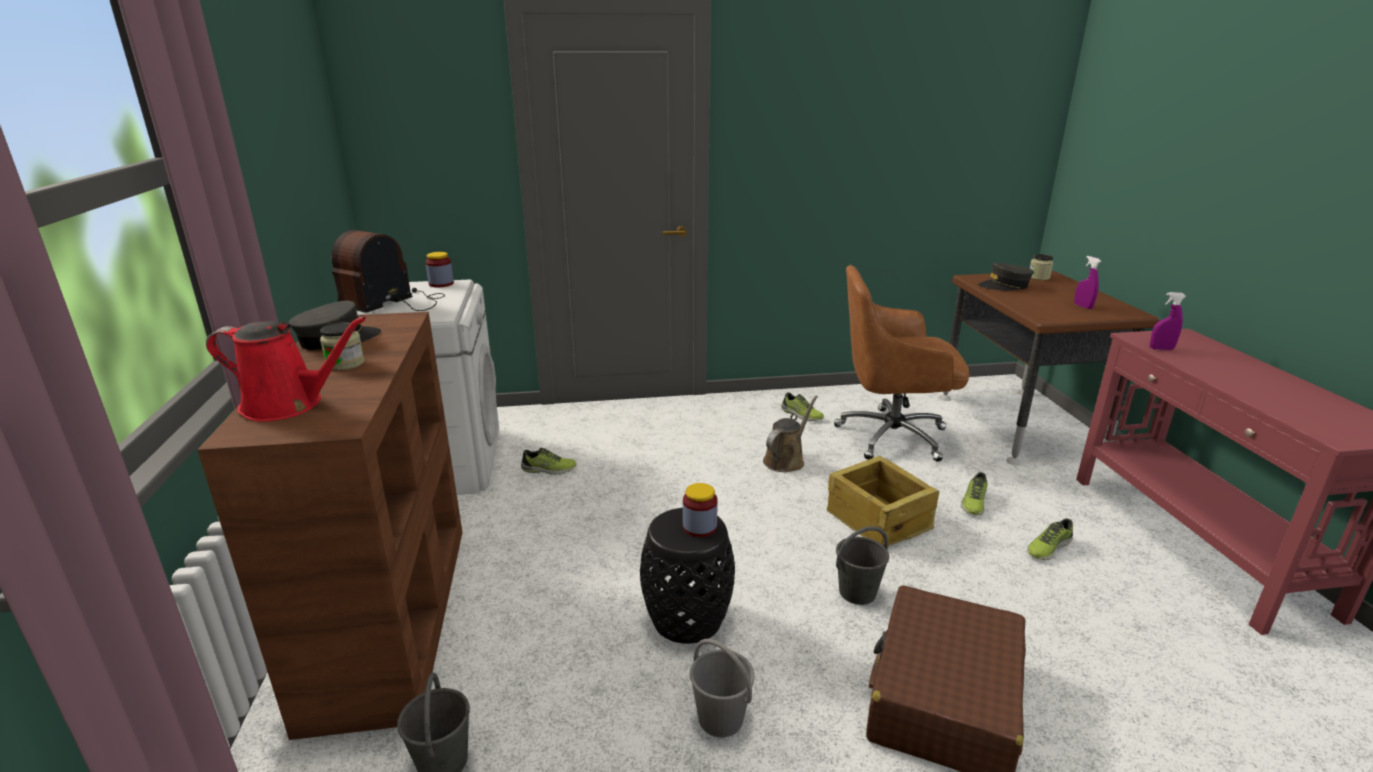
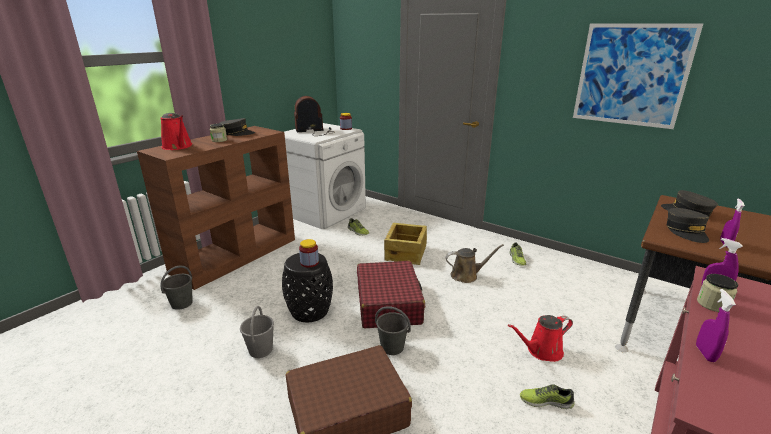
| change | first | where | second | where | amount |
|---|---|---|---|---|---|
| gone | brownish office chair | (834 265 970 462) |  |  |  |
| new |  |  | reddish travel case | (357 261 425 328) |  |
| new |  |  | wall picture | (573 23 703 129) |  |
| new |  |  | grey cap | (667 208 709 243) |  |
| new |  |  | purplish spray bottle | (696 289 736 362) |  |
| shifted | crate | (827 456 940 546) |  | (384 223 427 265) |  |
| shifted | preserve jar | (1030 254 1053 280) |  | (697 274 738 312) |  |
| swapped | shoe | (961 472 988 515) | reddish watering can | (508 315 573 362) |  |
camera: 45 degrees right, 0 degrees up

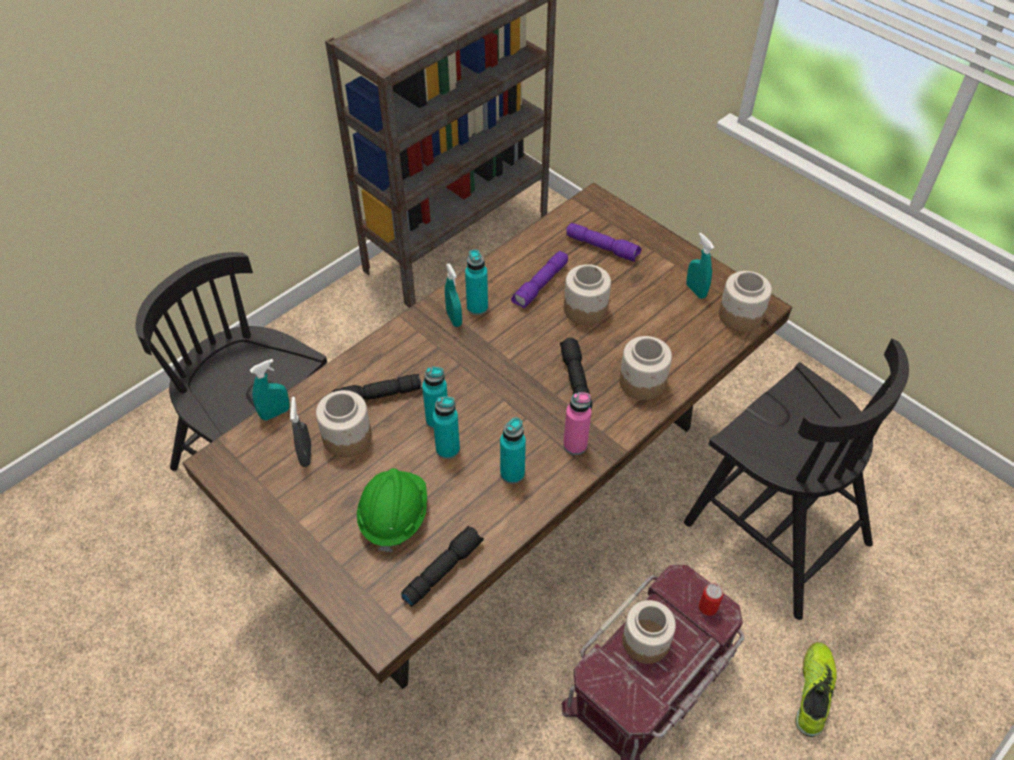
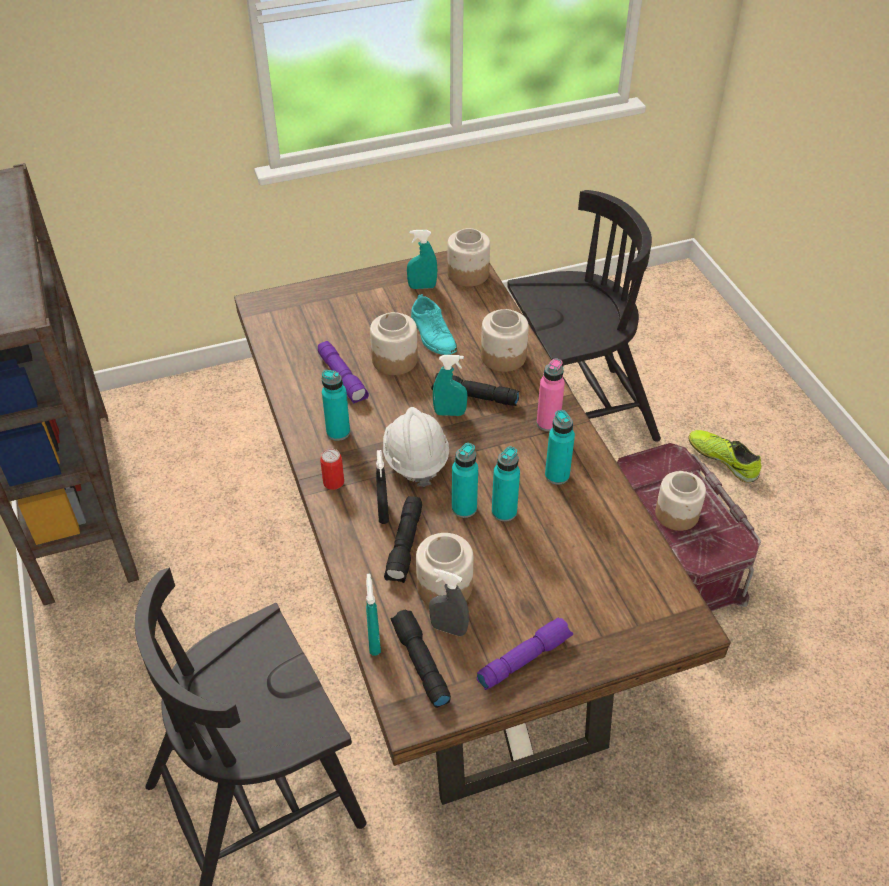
| change | first | where | second | where | amount |
|---|---|---|---|---|---|
| gone | green hard hat | (357 468 427 552) |  |  |  |
| new |  |  | black spray bottle | (376 450 389 524) |  |
| new |  |  | whitish hard hat | (383 407 449 487) |  |
| new |  |  | turquoise-coloured shoe | (411 294 457 355) |  |
| shifted | black torch | (401 526 484 607) |  | (391 610 451 708) |  |
| shifted | turquoise-coloured spray bottle | (445 263 462 327) |  | (433 355 467 416) |  |
| shifted | purplish torch | (566 223 641 262) |  | (477 617 573 690) |  |
| shifted | sealed can | (699 583 723 616) |  | (320 449 344 490) |  |
camera: 65 degrees left, 5 degrees down

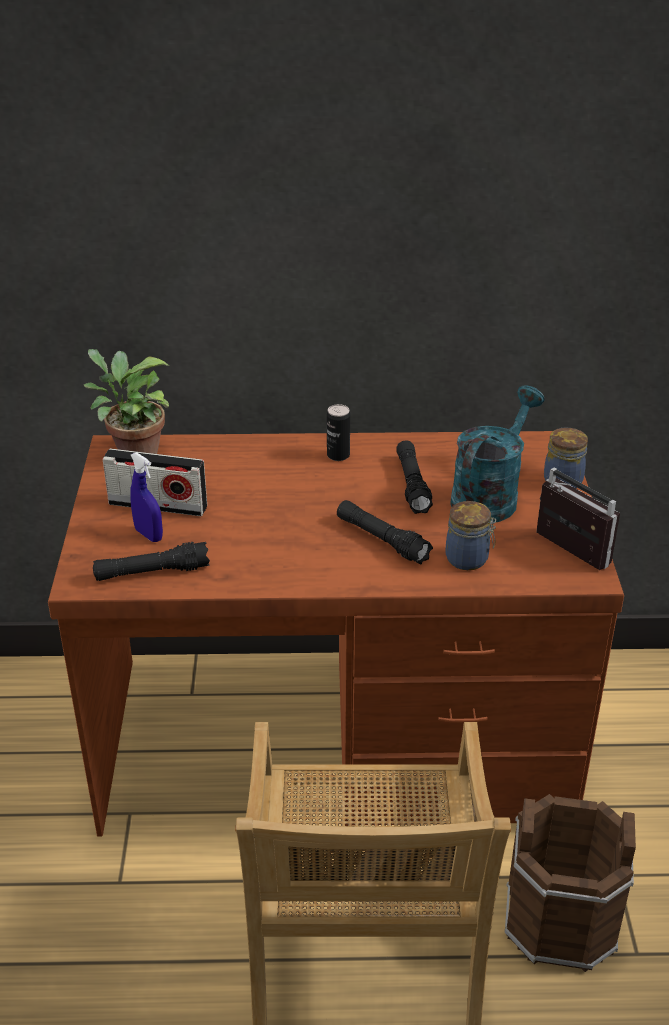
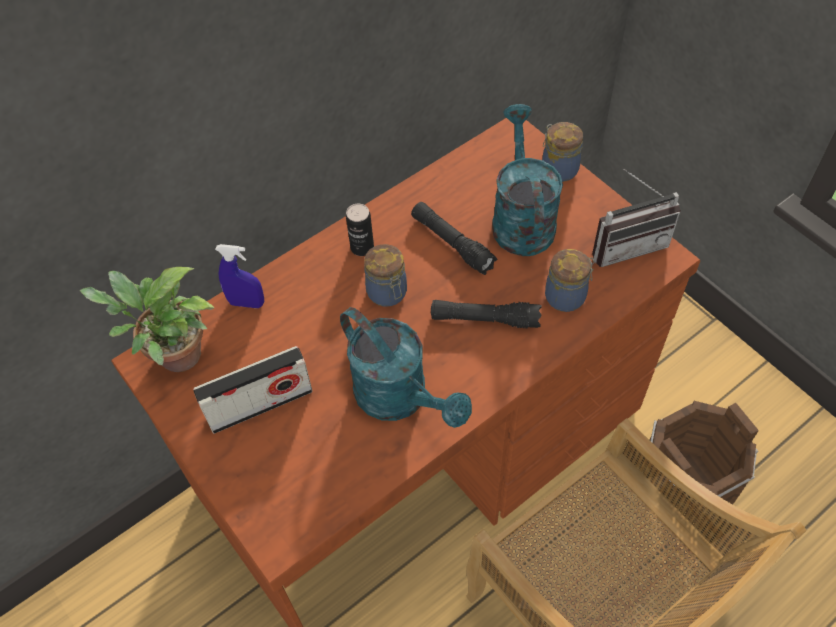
| change | first | where | second | where | amount |
|---|---|---|---|---|---|
| gone | black torch | (93 542 210 581) |  |  |  |
| new |  |  | turquoise-coloured watering can | (340 307 472 428) |  |
| new |  |  | preserve jar | (364 244 407 307) |  |
| shifted | blue-coloured spray bottle | (130 452 163 542) |  | (215 244 264 308) |  |
| rotated | radio set | (536 468 620 570) |  | (592 169 681 267) | 150 degrees clockwise |
camera: 35 degrees left, 20 degrees up

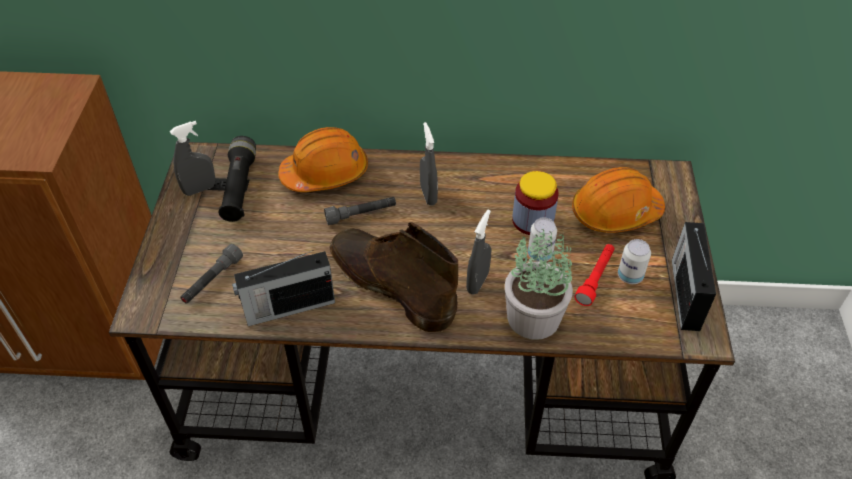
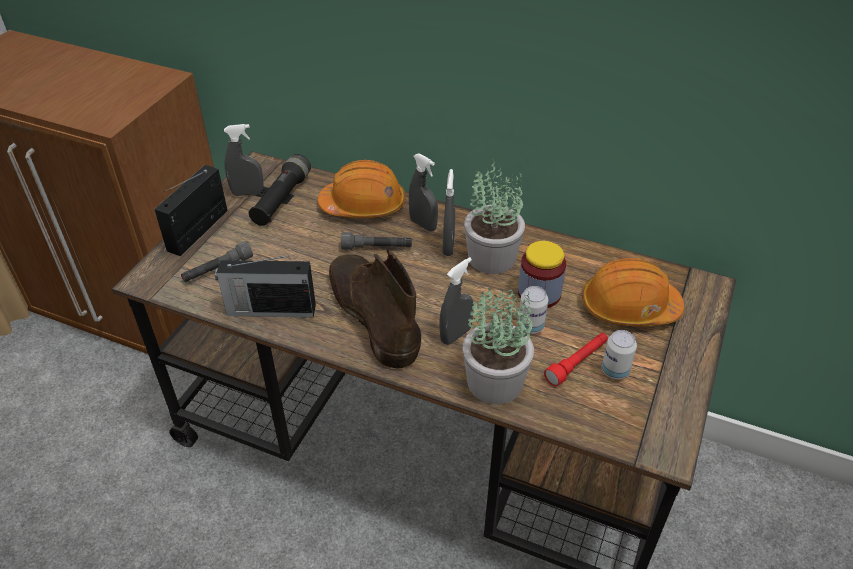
| change | first | where | second | where | amount |
|---|---|---|---|---|---|
| new |  |  | grey spray bottle | (409 153 438 231) |  |
| new |  |  | potted plant | (464 159 525 274) |  |
| shifted | radio set | (672 222 716 331) |  | (154 165 228 256) |  |
camera: 20 degrees right, 5 degrees down

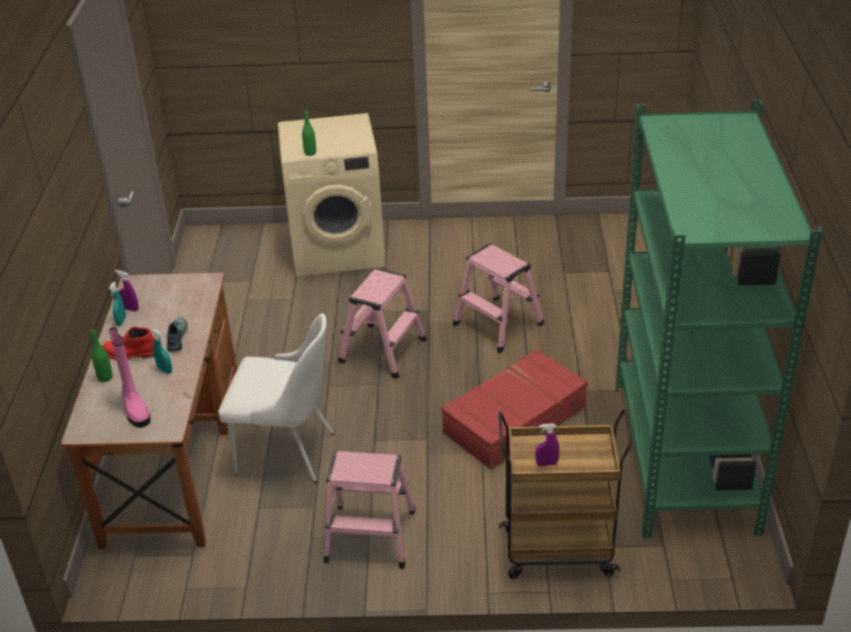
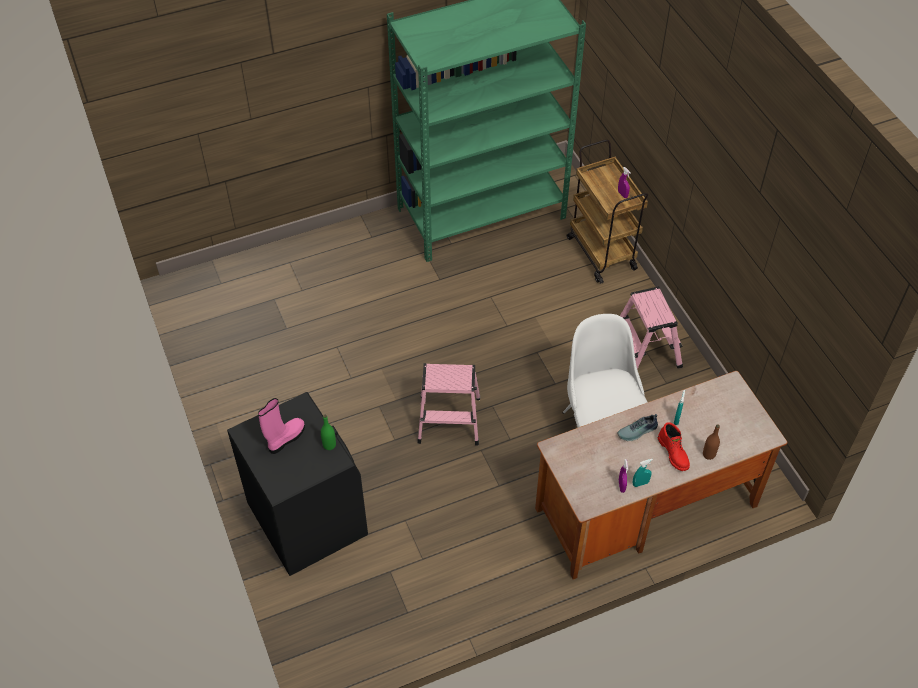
| change | first | where | second | where | amount |
|---|---|---|---|---|---|
| gone | reddish travel case | (442 349 588 470) |  |  |  |
| gone | pinkish stepladder | (453 243 544 353) |  |  |  |
| shifted | pinkish boot | (109 327 150 428) |  | (258 398 305 454) |  |
| repainted | green bottle | (91 329 113 382) | brownish bottle | (703 424 720 460) |  |
| repainted | beige-coloured laundry machine | (278 113 386 276) | black laundry machine | (227 392 368 576) |  |
camera: 115 degrees left, 15 degrees up

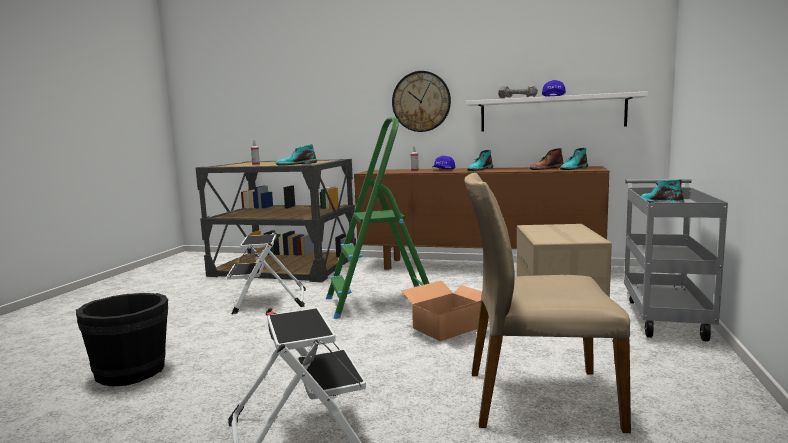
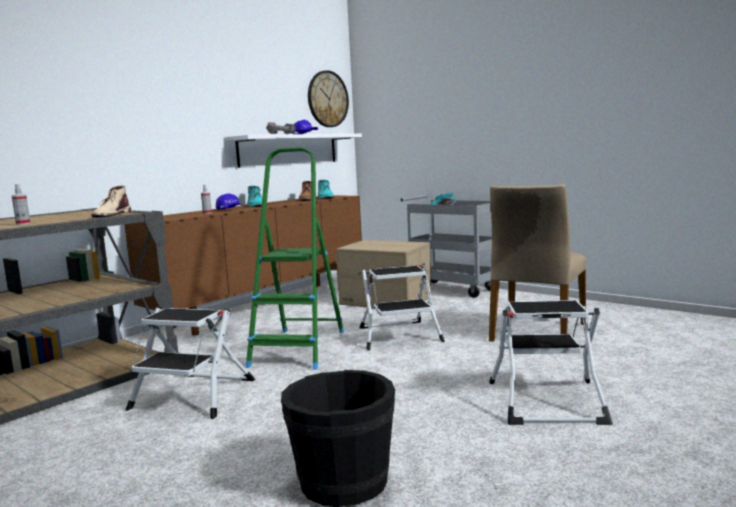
| change | first | where | second | where | amount |
|---|---|---|---|---|---|
| shifted | clock on the wall | (392 71 451 132) |  | (308 70 349 127) |  |
| swapped | packing box | (401 280 482 341) | stepladder | (359 264 445 350) |  |
| repainted | turquoise-coloured boot | (276 144 317 166) | beige-coloured boot | (91 185 131 218) |  |
camera: 65 degrees left, 0 degrees up

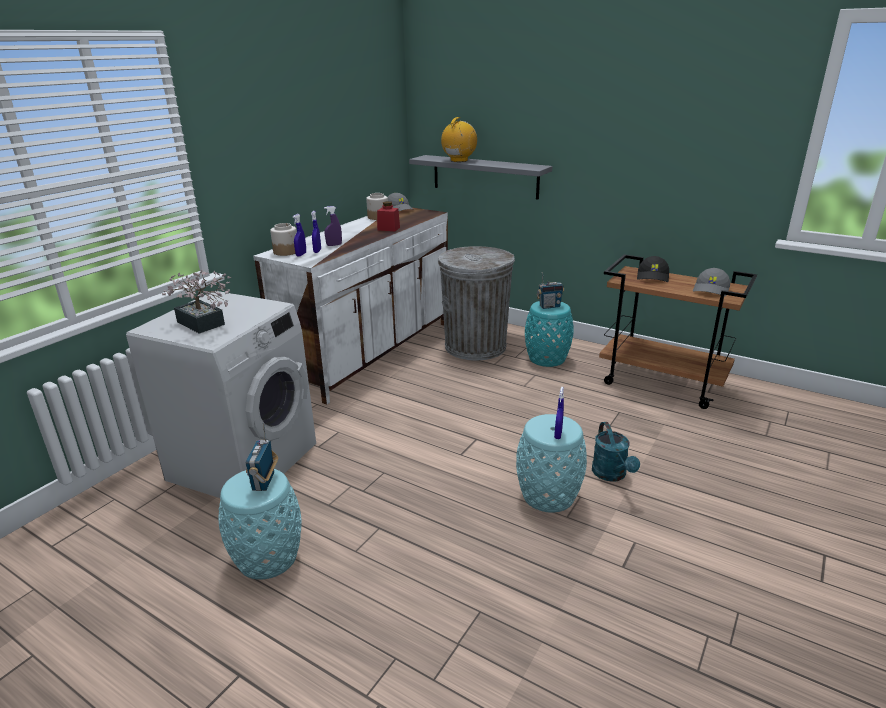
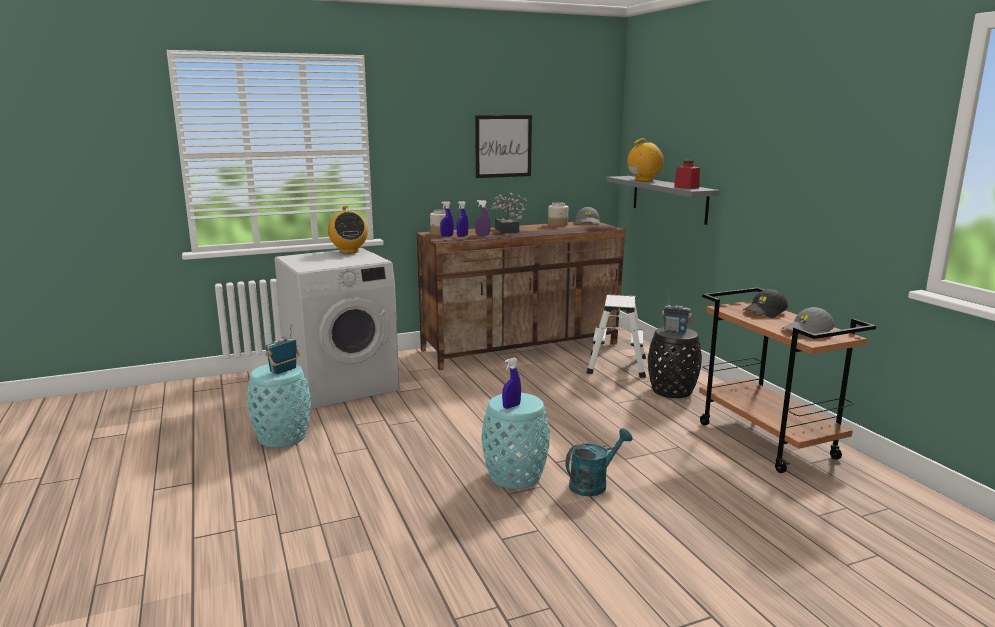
| change | first | where | second | where | amount |
|---|---|---|---|---|---|
| new |  |  | radio set | (328 206 368 254) |  |
| new |  |  | wall picture | (475 115 532 178) |  |
| shifted | potted plant | (162 270 231 334) |  | (490 193 528 233) |  |
| shifted | reddish preserve jar | (377 201 400 231) |  | (674 160 700 189) |  |
| swapped | grey trash can | (438 246 515 360) | whitish stepladder | (586 294 646 378) |  |
| repainted | whitish cabinet | (253 208 448 405) | brownish cabinet | (416 222 625 370) |  |
| repainted | turquoise-coloured stool seat | (525 301 574 367) | black stool seat | (648 327 702 398) |  |
| rotated | turquoise-coloured watering can | (592 422 640 482) |  | (565 428 632 496) | 150 degrees counterclockwise |
camera: 35 degrees right, 10 degrees down

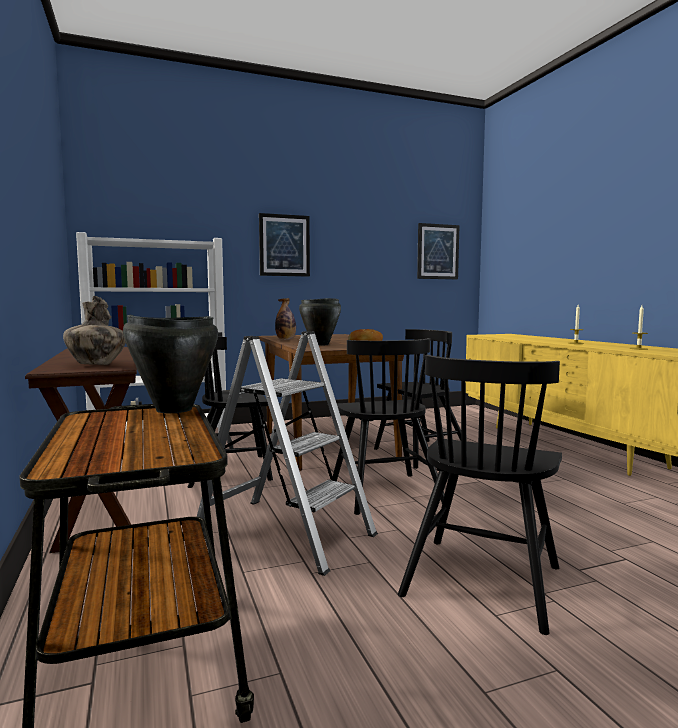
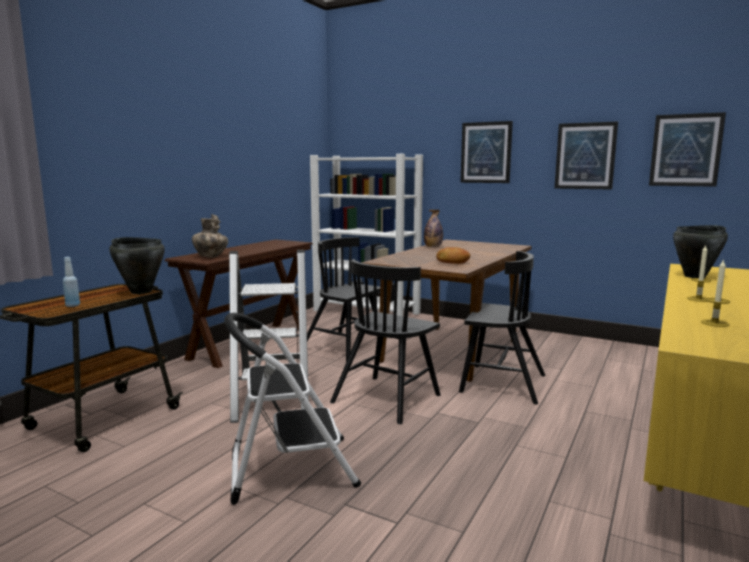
| change | first | where | second | where | amount |
|---|---|---|---|---|---|
| new |  |  | blue-coloured bottle | (63 257 80 307) |  |
| new |  |  | wall picture | (554 121 618 190) |  |
| shifted | black cooking pot | (299 298 341 346) |  | (673 225 728 278) |  |
| swapped | black plain chair | (398 355 562 635) | stepladder | (224 313 361 505) |  |
camera: 50 degrees right, 5 degrees up

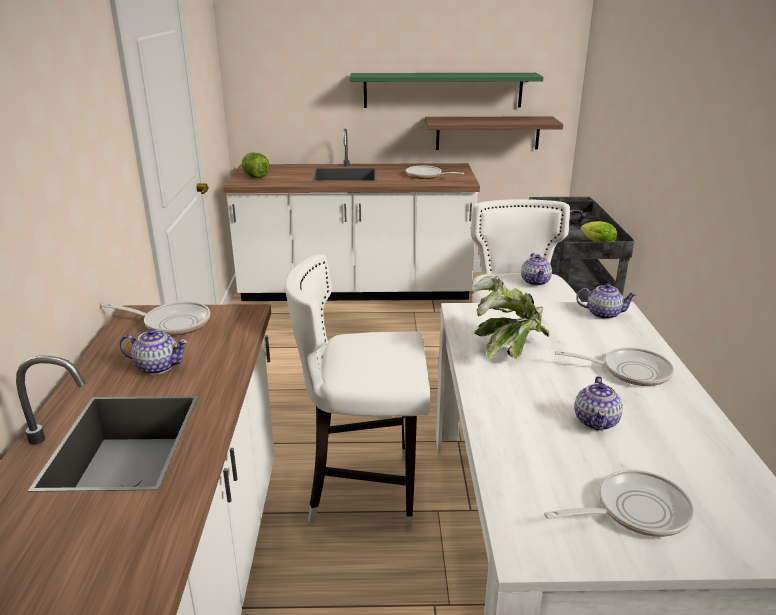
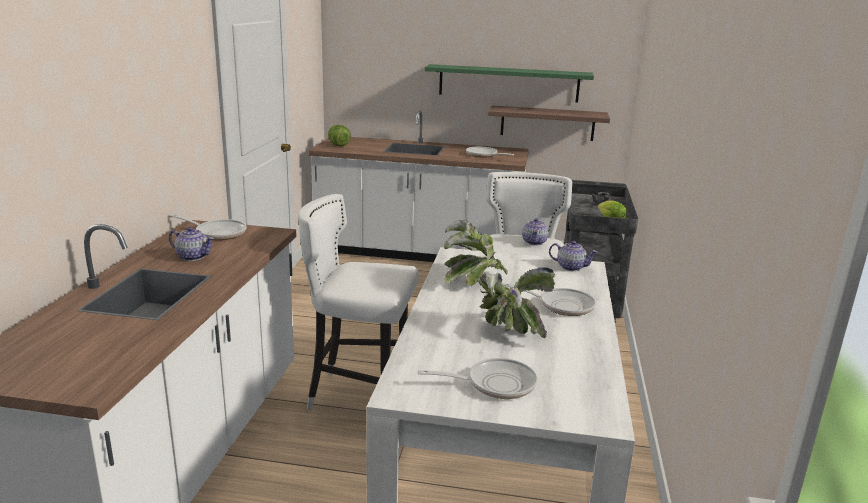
| change | first | where | second | where | amount |
|---|---|---|---|---|---|
| swapped | teapot | (575 376 623 430) | potted plant | (478 267 555 338) |  |
camera: 10 degrees right, 5 degrees down

